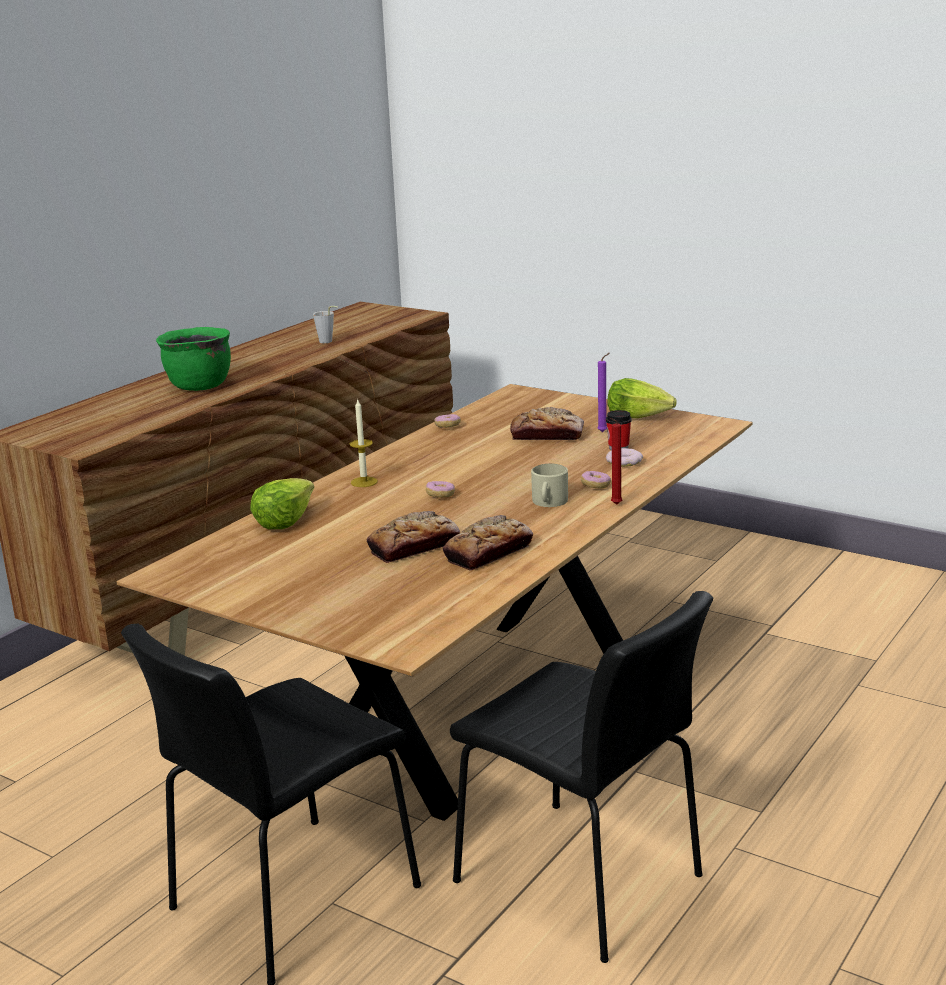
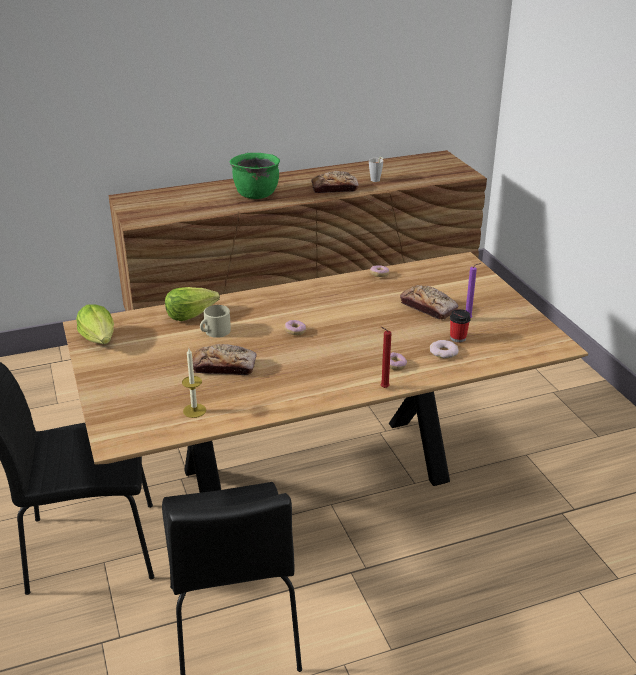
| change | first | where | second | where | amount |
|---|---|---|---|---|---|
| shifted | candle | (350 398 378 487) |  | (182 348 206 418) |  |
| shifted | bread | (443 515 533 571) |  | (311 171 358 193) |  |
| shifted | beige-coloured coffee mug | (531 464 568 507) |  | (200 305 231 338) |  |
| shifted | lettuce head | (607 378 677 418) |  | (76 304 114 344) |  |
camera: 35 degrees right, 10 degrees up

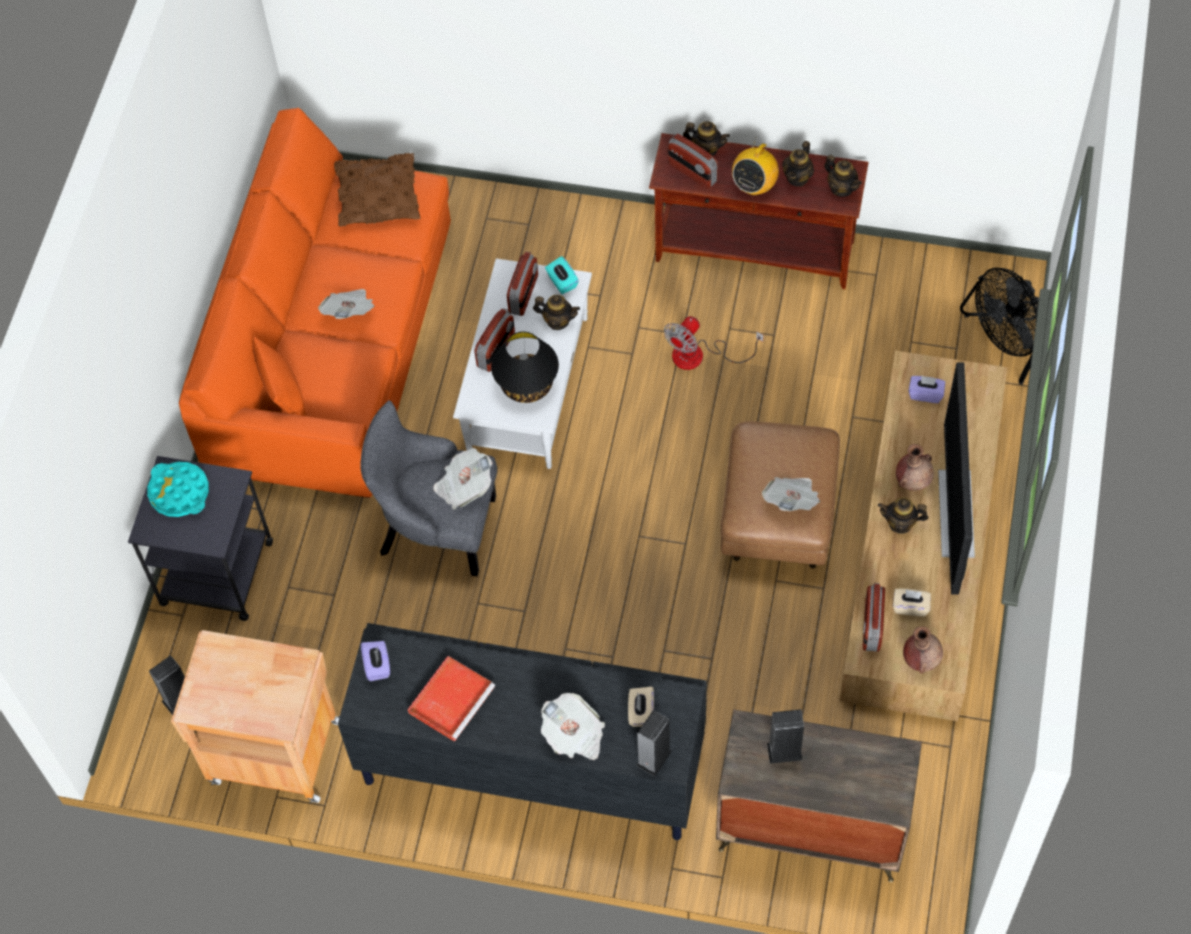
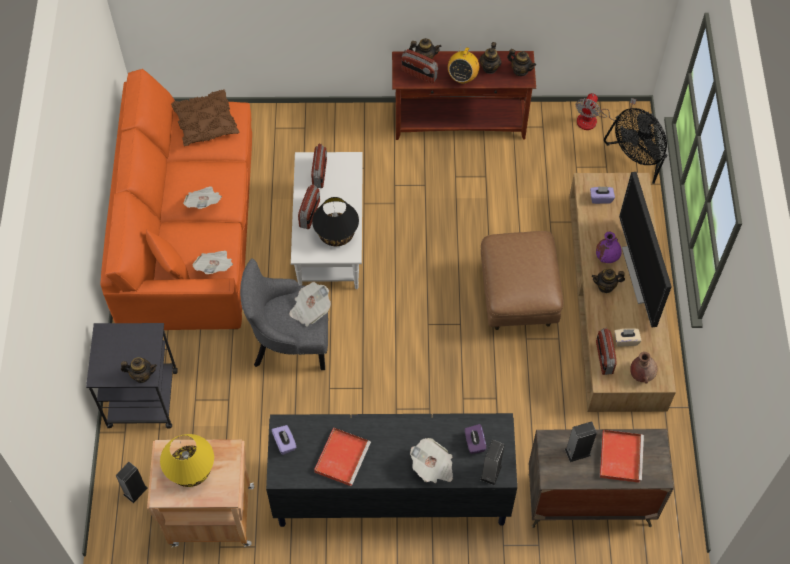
| change | first | where | second | where | amount |
|---|---|---|---|---|---|
| gone | turquoise-coloured tray | (147 462 209 517) |  |  |  |
| gone | turquoise-coloured tissue holder | (545 256 579 294) |  |  |  |
| new |  |  | yellowish table lamp | (160 434 214 487) |  |
| new |  |  | reddish tray | (600 430 644 483) |  |
| shifted | teapot | (533 295 580 330) |  | (121 357 157 383) |  |
| shifted | electric fan | (664 316 764 370) |  | (576 93 636 130) |  |
| shifted | newspaper | (762 477 820 511) |  | (193 251 233 274) |  |
| repainted | beige-coloured tissue holder | (628 687 654 727) | purplish tissue holder | (465 424 487 454) |  |
| repainted | brownish flower vase | (896 444 934 491) | purplish flower vase | (596 232 622 263) |  |
camera: 15 degrees left, 0 degrees up

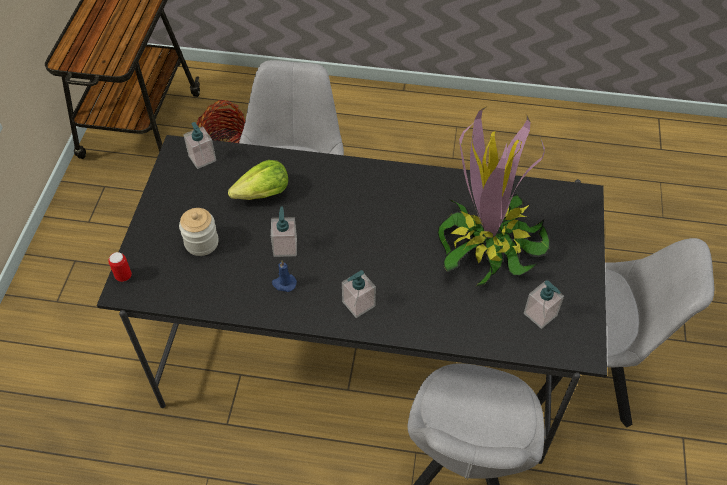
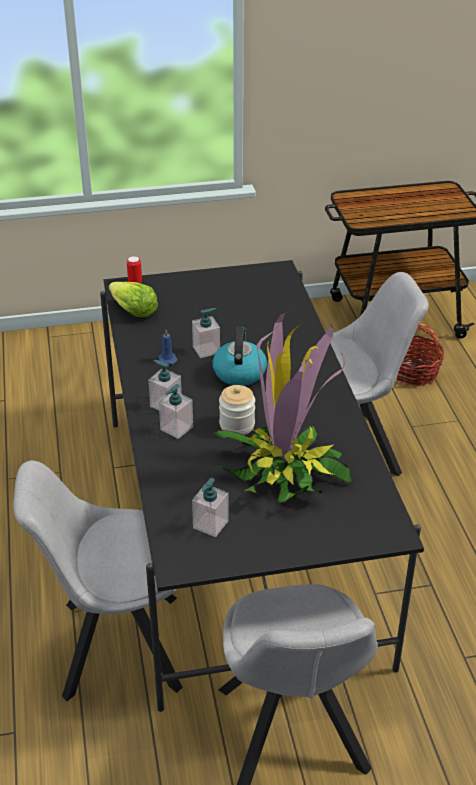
| change | first | where | second | where | amount |
|---|---|---|---|---|---|
| new |  |  | kettle | (213 326 267 386) |  |
| shifted | preserve jar | (179 208 219 256) |  | (219 385 255 435) |  |
| shifted | soap dispenser | (183 122 216 169) |  | (159 384 193 439) |  |
| shifted | lettuce head | (228 160 288 200) |  | (109 282 158 317) |  |
camera: 70 degrees right, 15 degrees down

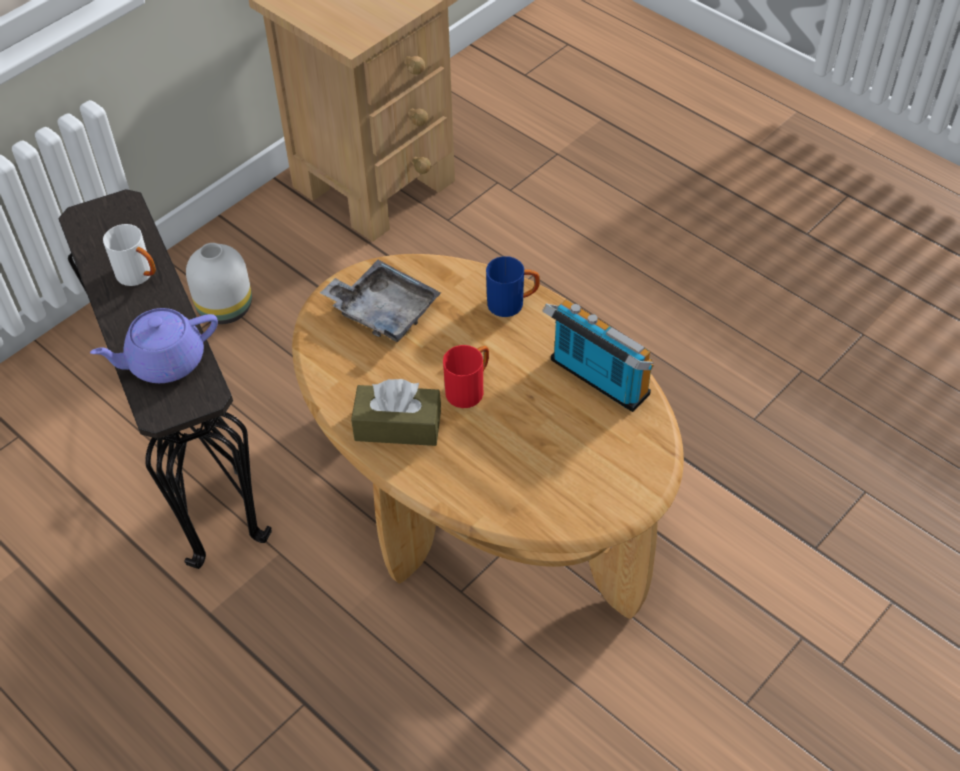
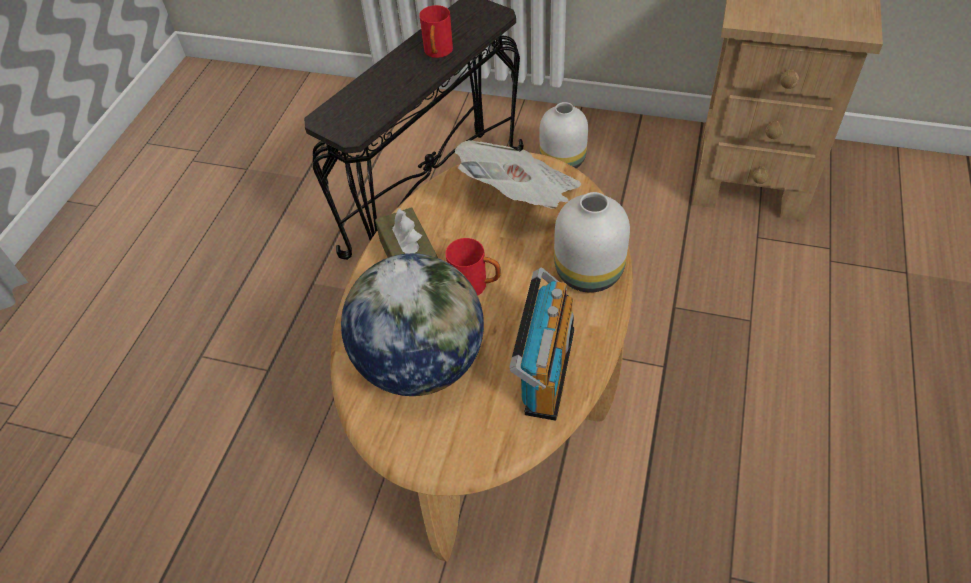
| change | first | where | second | where | amount |
|---|---|---|---|---|---|
| gone | purplish teapot | (90 308 218 383) |  |  |  |
| new |  |  | desk globe | (341 253 484 396) |  |
| swapped | grey tray | (320 260 441 342) | newspaper | (455 140 581 209) |  |
| swapped | blue-coloured coffee mug | (486 256 540 317) | whitish flower vase | (554 192 630 293) |  |
| repainted | whitish coffee mug | (103 224 156 286) | reddish coffee mug | (419 5 453 58) |  |
camera: 65 degrees right, 0 degrees up

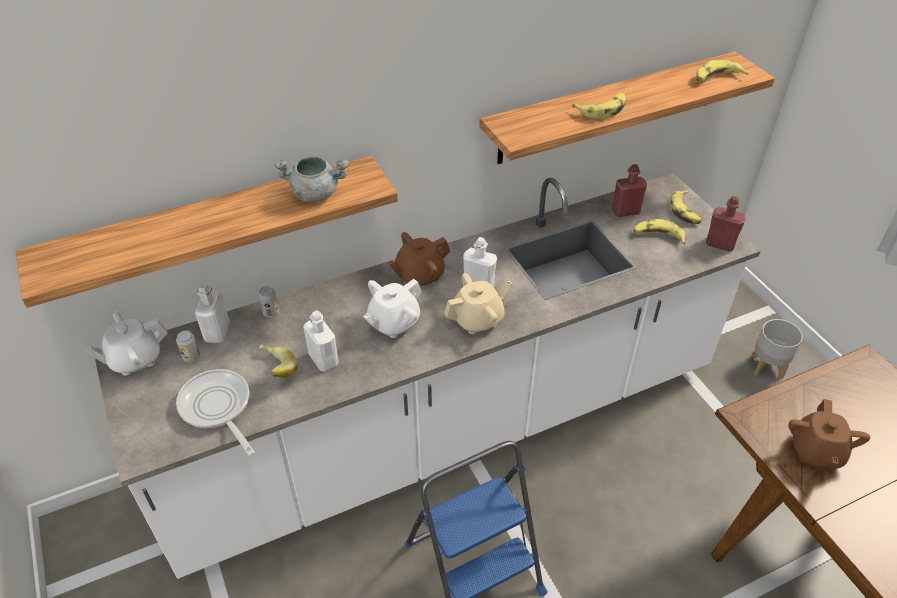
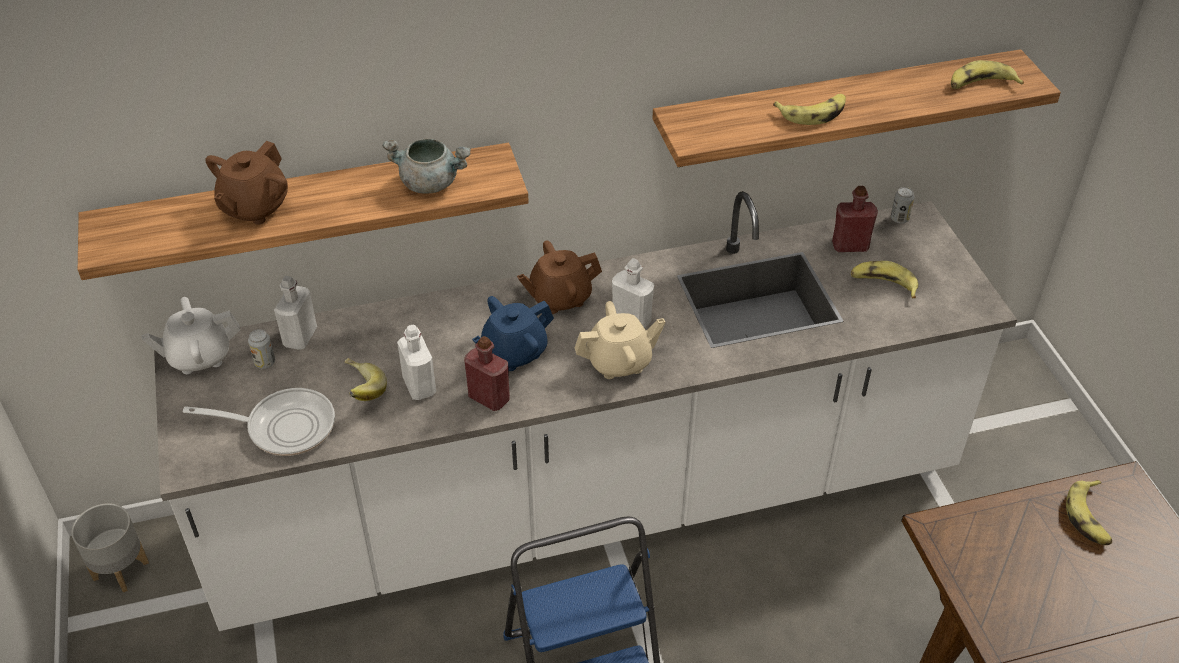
| change | first | where | second | where | amount |
|---|---|---|---|---|---|
| shifted | sealed can | (259 286 279 317) |  | (891 187 915 224) |  |
| shifted | banana | (670 190 702 224) |  | (1066 480 1112 545) |  |
| shifted | reddish bottle | (706 196 746 252) |  | (464 336 510 411) |  |
| shifted | grey planter | (752 319 803 379) |  | (71 503 149 592) |  |
| shifted | brownish teapot | (788 399 870 469) |  | (205 141 288 225) |  |
| repainted | whitish teapot | (363 279 422 338) | blue-coloured teapot | (472 296 554 371) |  |
| rotated | frying pan | (176 369 255 456) |  | (183 388 335 456) | 120 degrees clockwise |
camera: 10 degrees right, 0 degrees up

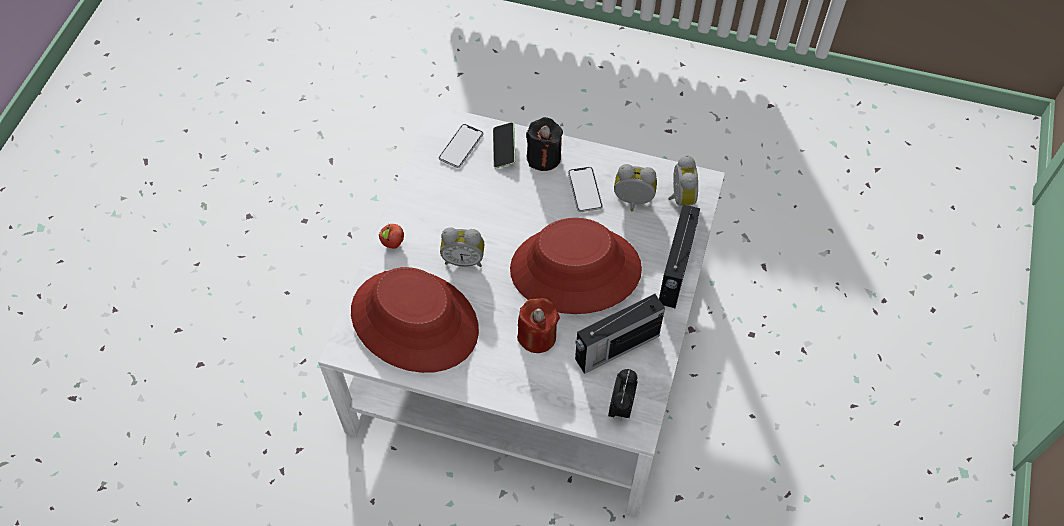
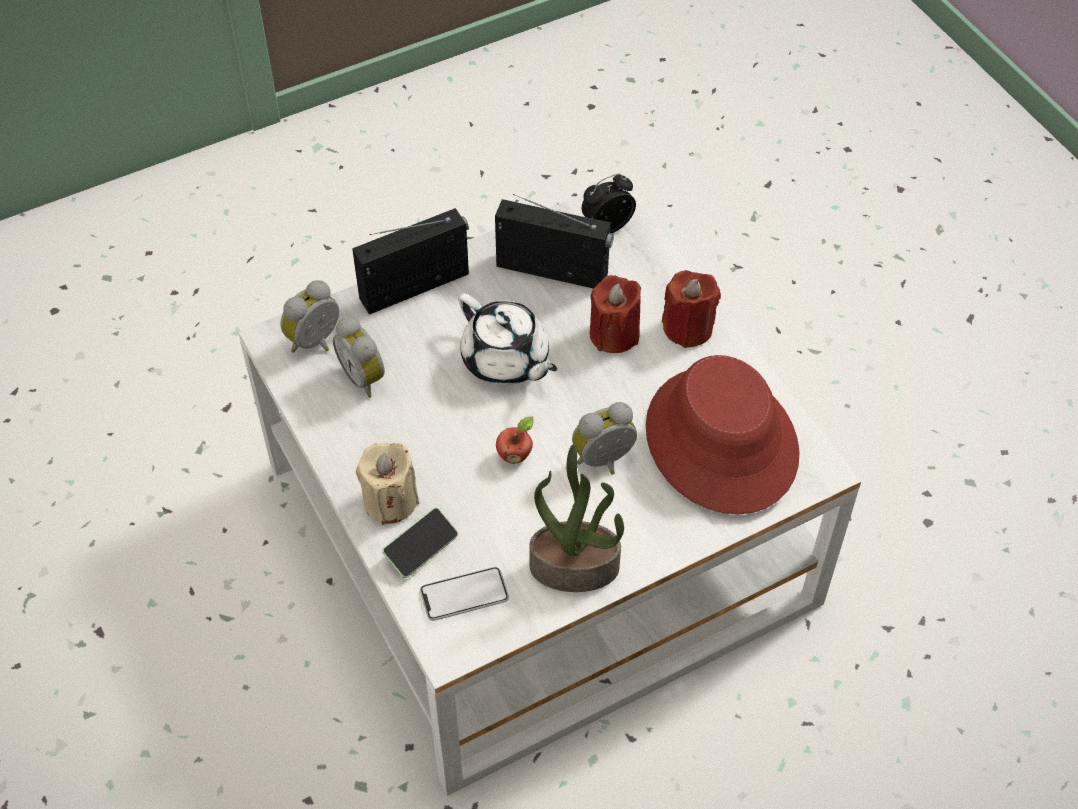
| change | first | where | second | where | amount |
|---|---|---|---|---|---|
| gone | handset | (568 167 603 212) |  |  |  |
| new |  |  | potted plant | (529 444 624 592) |  |
| new |  |  | reddish candle | (662 270 721 348) |  |
| shifted | apple | (379 224 404 249) |  | (496 417 534 464) |  |
| swapped | reddish wearable hat | (510 218 642 314) | whitish teapot | (458 294 557 385) |  |
| repainted | black candle | (526 117 563 171) | beige-coloured candle | (356 443 419 525) |  |
| rotated | bedside clock | (440 227 485 267) |  | (572 402 637 474) | 75 degrees counterclockwise |
camera: 135 degrees left, 5 degrees down

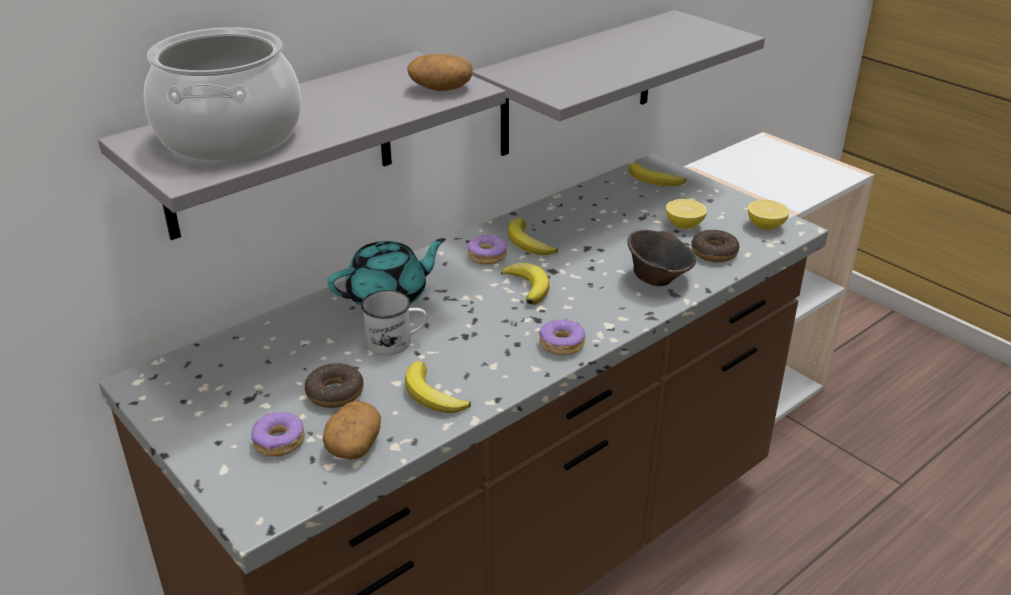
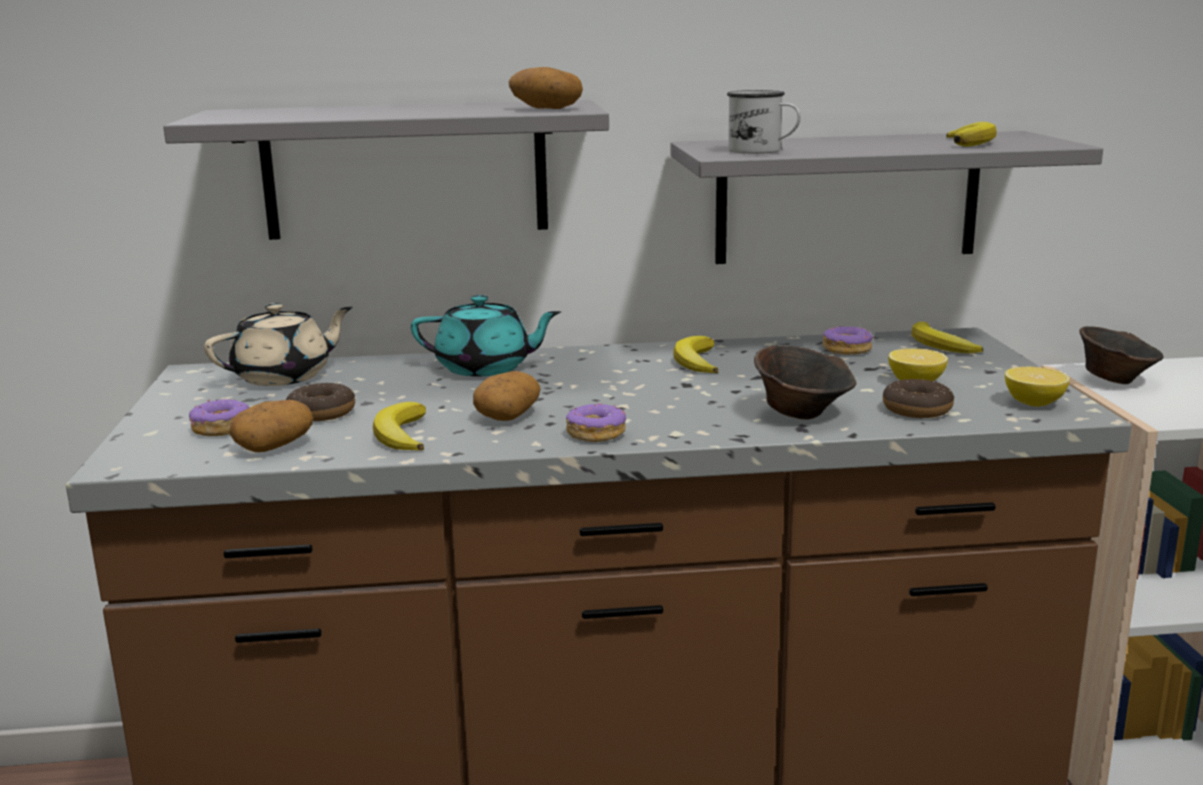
| change | first | where | second | where | amount |
|---|---|---|---|---|---|
| gone | cooking pot | (144 27 301 161) |  |  |  |
| new |  |  | beige-coloured teapot | (204 303 353 386) |  |
| new |  |  | potato | (473 371 541 421) |  |
| new |  |  | brownish bowl | (1079 326 1164 384) |  |
| shifted | whitish coffee mug | (361 290 427 355) |  | (727 90 801 154) |  |
| shifted | ring doughnut | (467 235 507 264) |  | (823 326 873 355) |  |
| shifted | banana | (501 263 550 305) |  | (946 122 997 147) |  |
camera: 35 degrees right, 15 degrees down

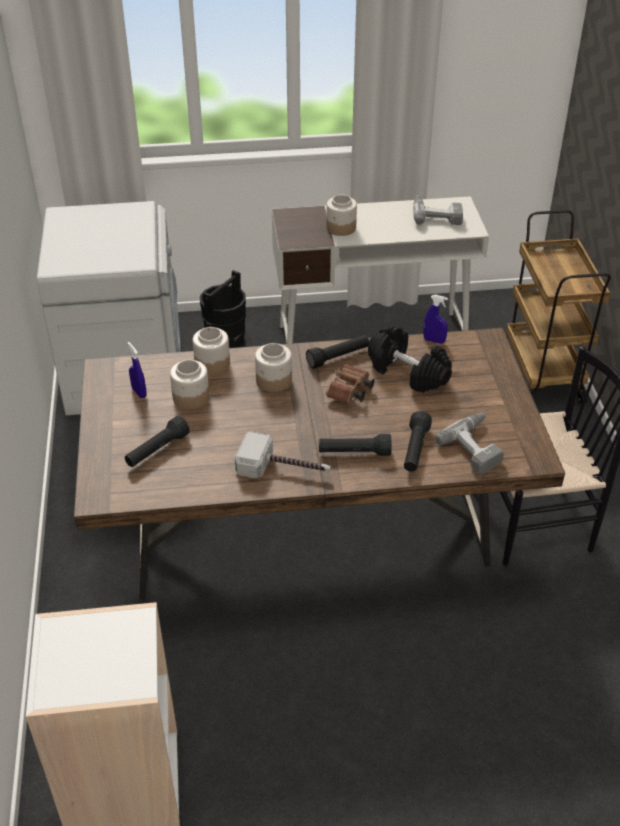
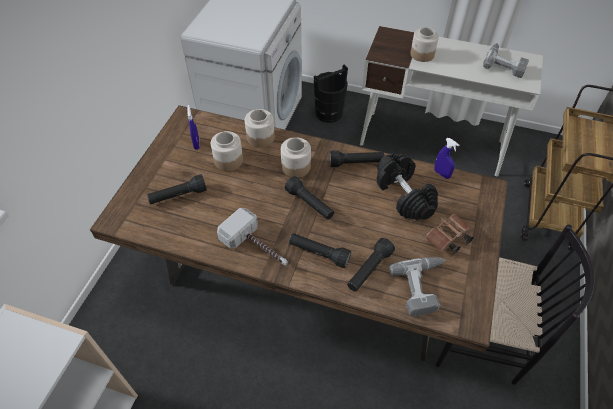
| change | first | where | second | where | amount |
|---|---|---|---|---|---|
| new |  |  | black torch | (285 176 334 220) |  |
| shifted | brownish field glasses | (326 364 374 404) |  | (426 214 474 254) |  |
camera: 25 degrees right, 10 degrees up

